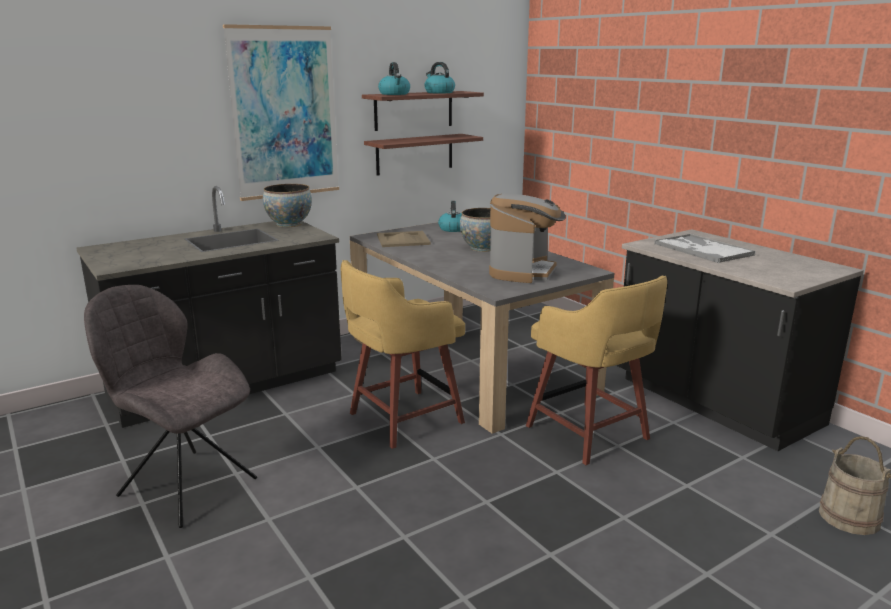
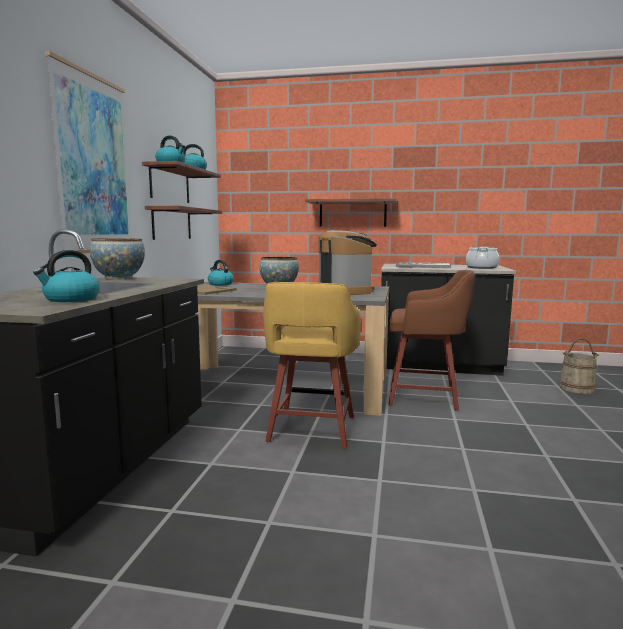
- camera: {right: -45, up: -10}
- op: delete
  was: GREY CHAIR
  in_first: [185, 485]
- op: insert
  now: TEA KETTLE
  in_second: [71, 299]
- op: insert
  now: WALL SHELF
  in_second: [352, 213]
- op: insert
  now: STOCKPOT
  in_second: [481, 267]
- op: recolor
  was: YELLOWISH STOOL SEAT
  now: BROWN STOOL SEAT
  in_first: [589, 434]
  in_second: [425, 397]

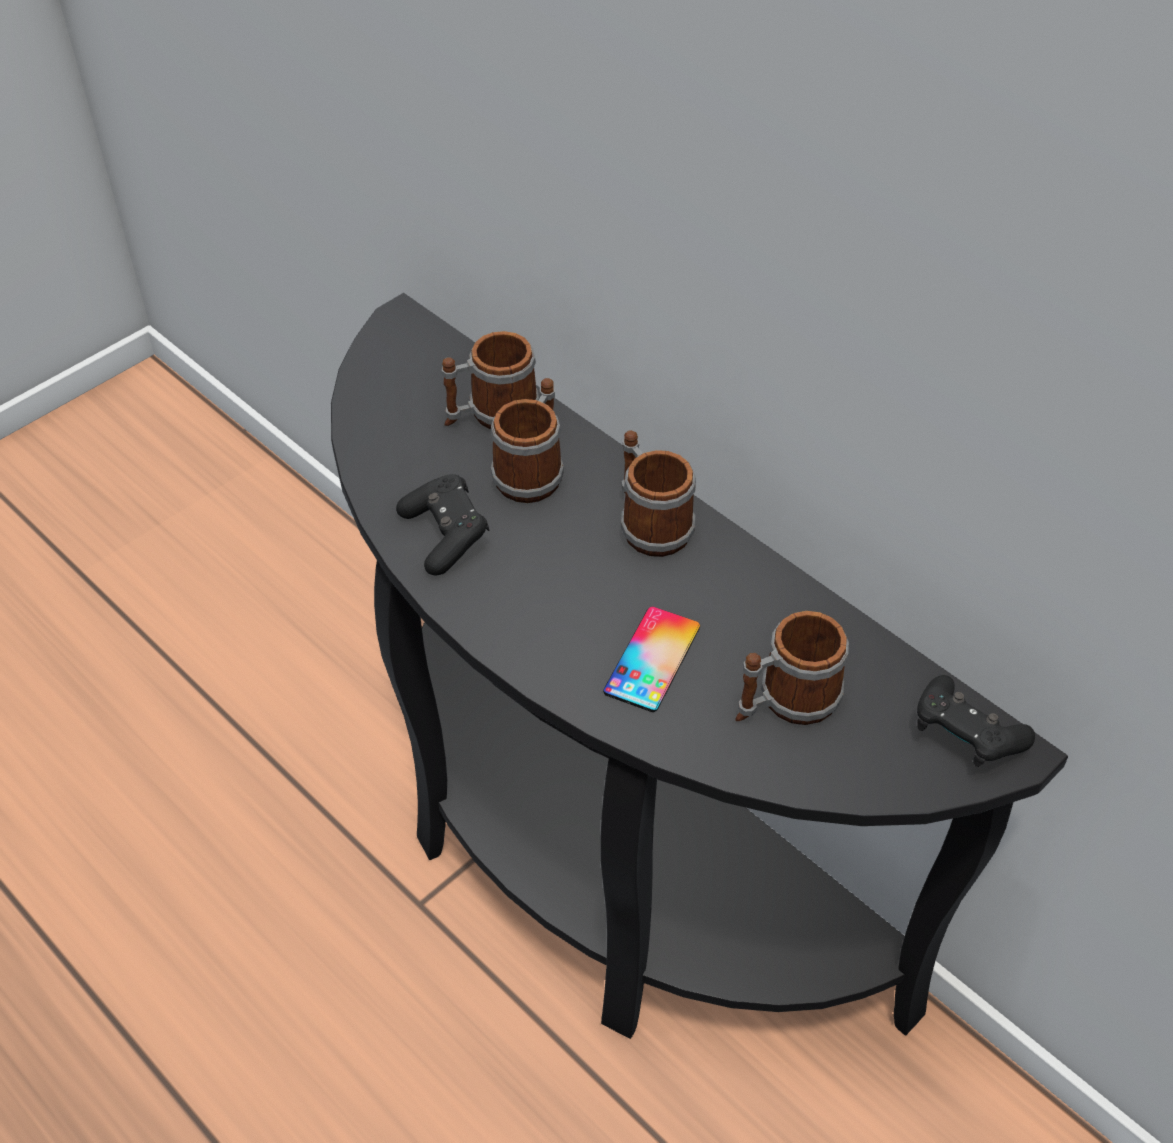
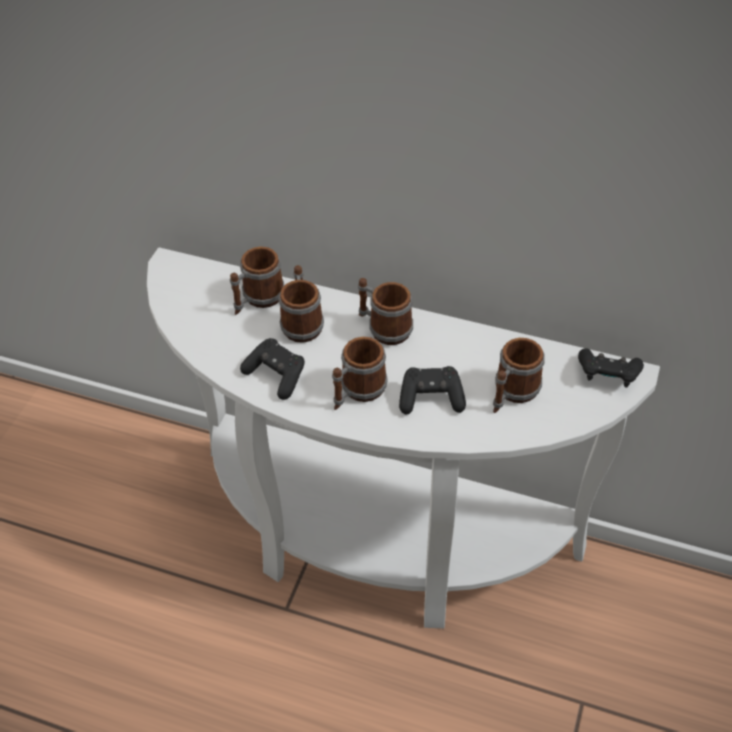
- camera: {right: -25, up: 0}
- op: insert
  now: MUG
  in_second: [357, 392]
- op: replace
  was: TELEPHONE
  now: BLACK-COLOURED GAMEPAD
  in_first: [652, 659]
  in_second: [431, 398]
- op: recolor
  was: BLACK-COLOURED NARROW TABLE
  now: WHITE NARROW TABLE
  in_first: [600, 859]
  in_second: [374, 540]

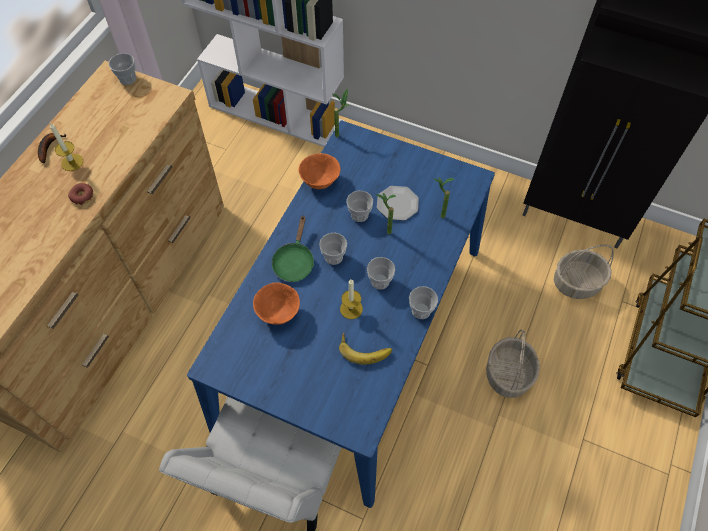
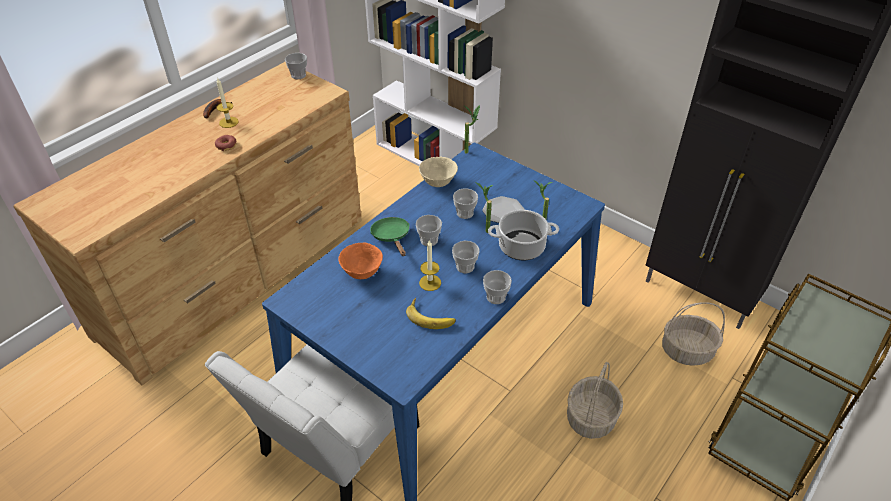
- camera: {right: 15, up: -15}
- op: insert
  now: STOCKPOT
  in_second: [522, 246]
- op: recolor
  was: ORANGE SERVING BOWL
  now: BEIGE-COLOURED SERVING BOWL
  in_first: [320, 181]
  in_second: [438, 183]
- op: rotate
  was: GREEN SKILLET
  in_first: [294, 261]
  in_second: [392, 237]
  clockwise: 135

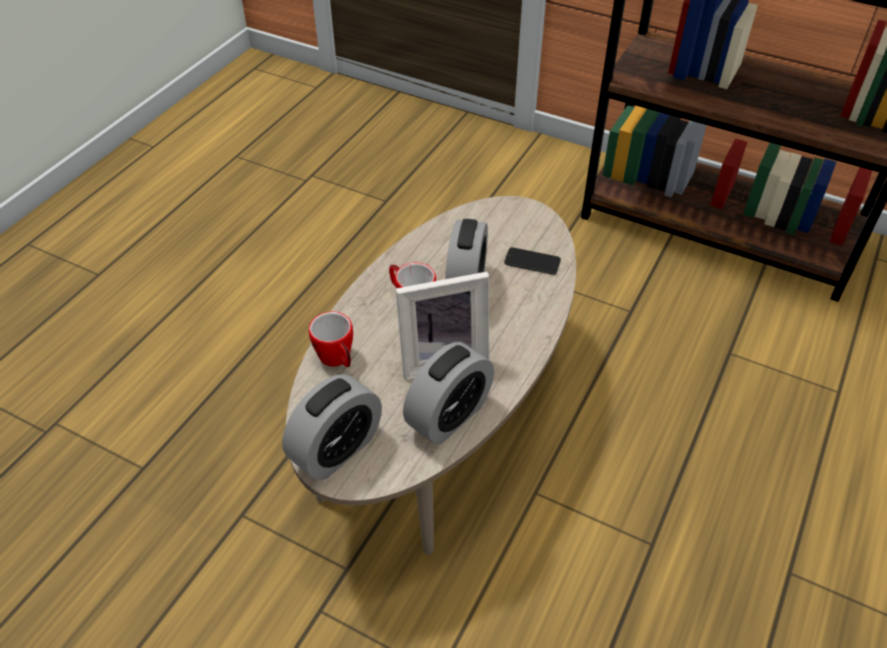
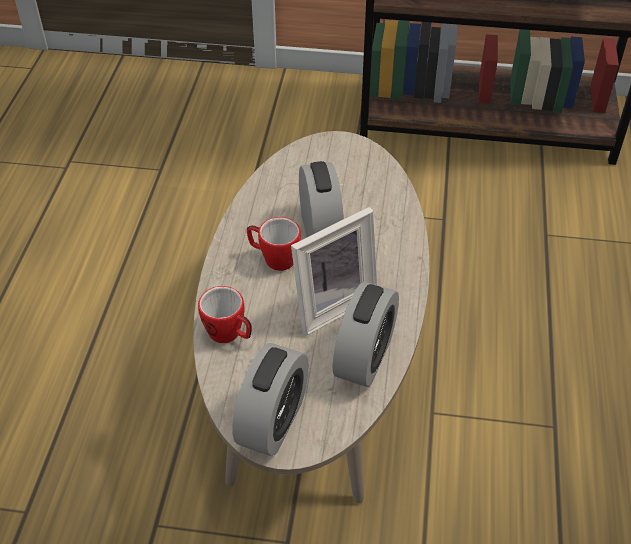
- camera: {right: -20, up: 0}
- op: delete
  was: TELEPHONE
  in_first: [532, 262]

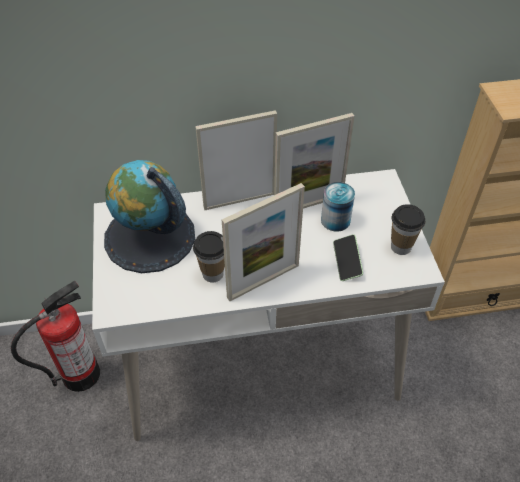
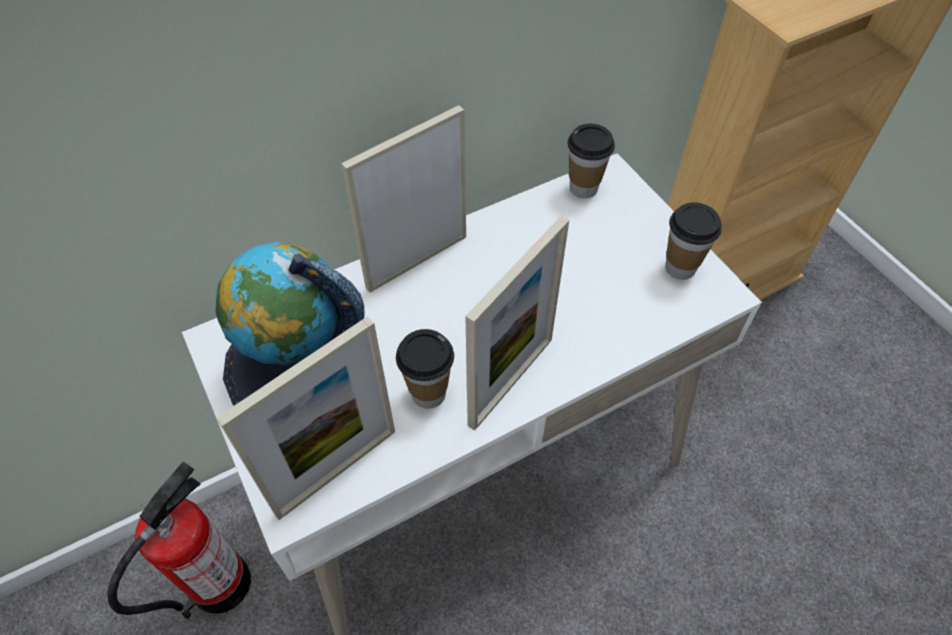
- camera: {right: -20, up: 5}
- op: delete
  was: SEALED CAN
  in_first: [335, 220]
- op: delete
  was: TELEPHONE
  in_first: [347, 262]
- op: insert
  now: CUP
  in_second: [583, 188]
- op: move
  was: PICTURE FRAME
  in_first: [308, 205]
  in_second: [336, 471]

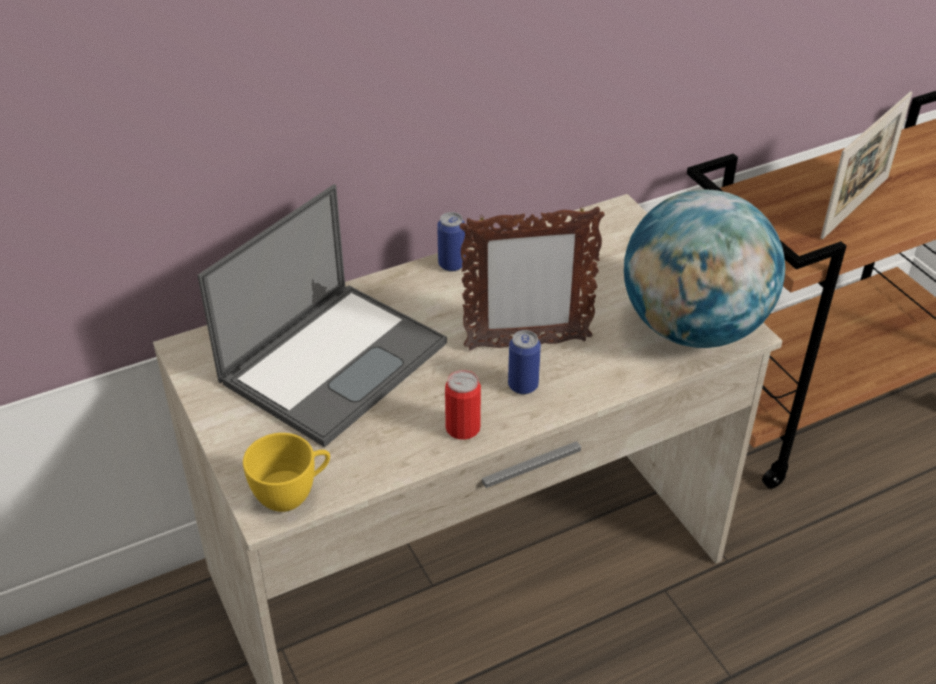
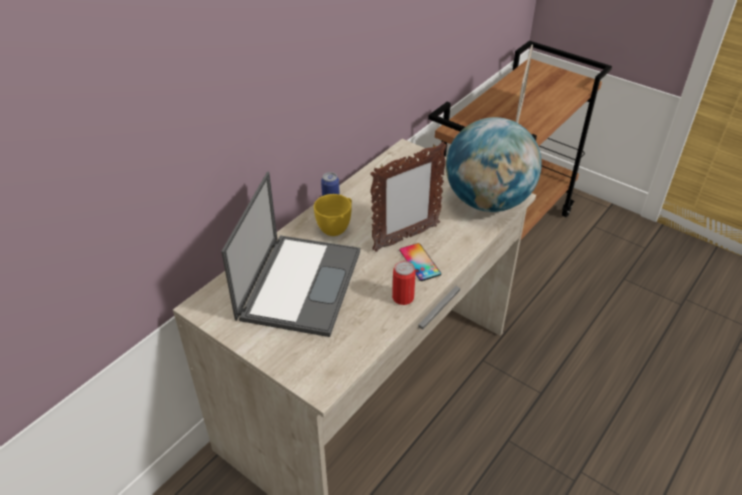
- camera: {right: -25, up: 0}
- op: move
  was: YELLOWISH CUP
  in_first: [292, 494]
  in_second: [336, 227]
- op: replace
  was: SEALED CAN
  now: TELEPHONE
  in_first: [523, 385]
  in_second: [419, 262]

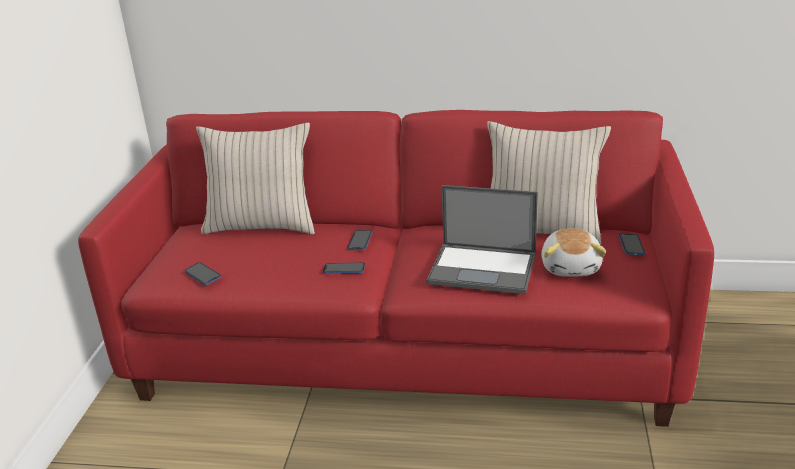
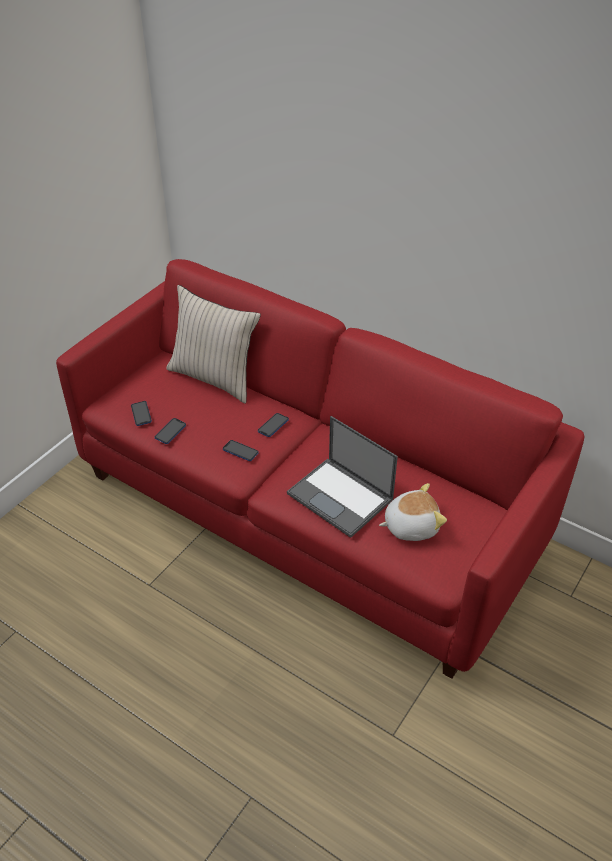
- camera: {right: 25, up: 15}
- op: delete
  was: BEIGE-COLOURED THROW PILLOW
  in_first: [541, 230]
- op: move
  was: TELEPHONE
  in_first: [631, 245]
  in_second: [170, 431]
- op: rotate
  was: CUDDLY TOY
  in_first: [571, 267]
  in_second: [410, 525]
  clockwise: -135

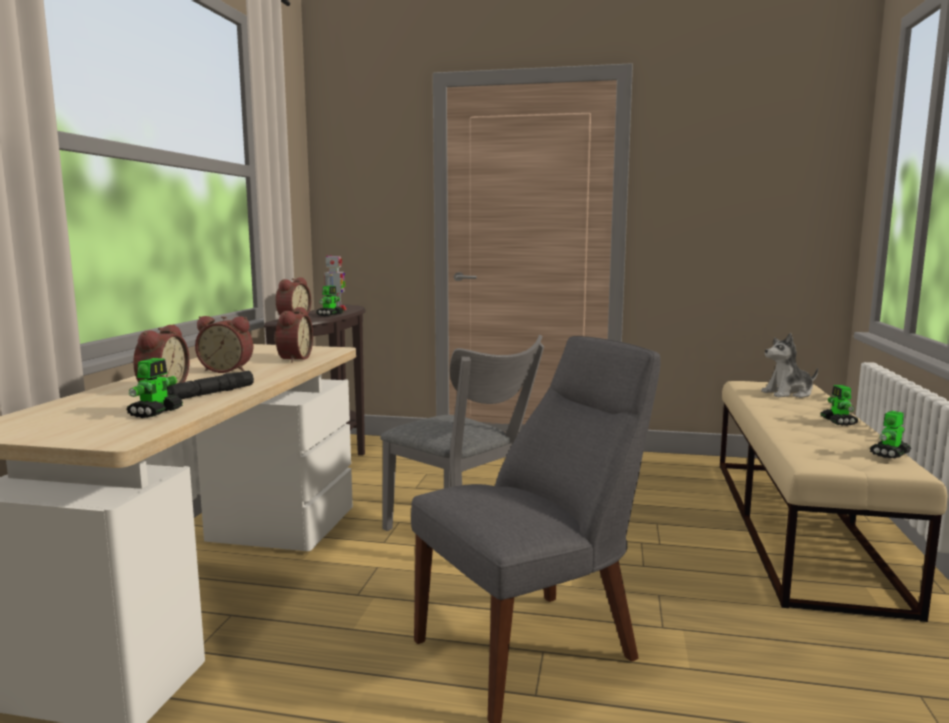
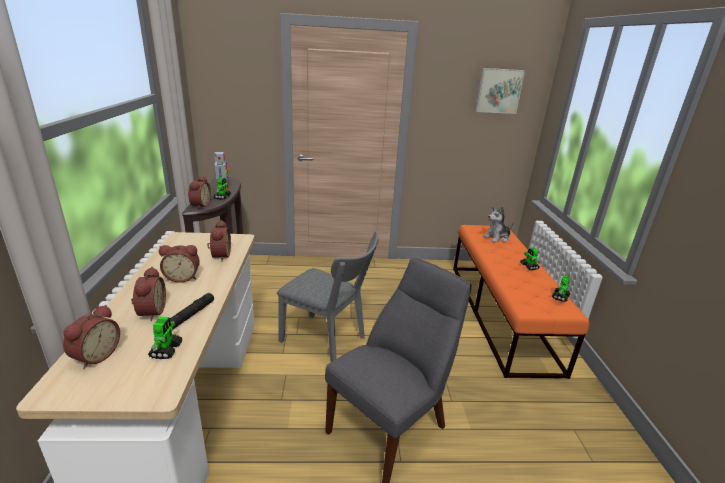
- camera: {right: -15, up: 15}
- op: insert
  now: ALARM CLOCK
  in_second: [95, 355]
- op: insert
  now: WALL ART
  in_second: [498, 91]
- op: recolor
  was: BEIGE-COLOURED LONG SEAT
  now: ORANGE LONG SEAT
  in_first: [798, 525]
  in_second: [501, 314]

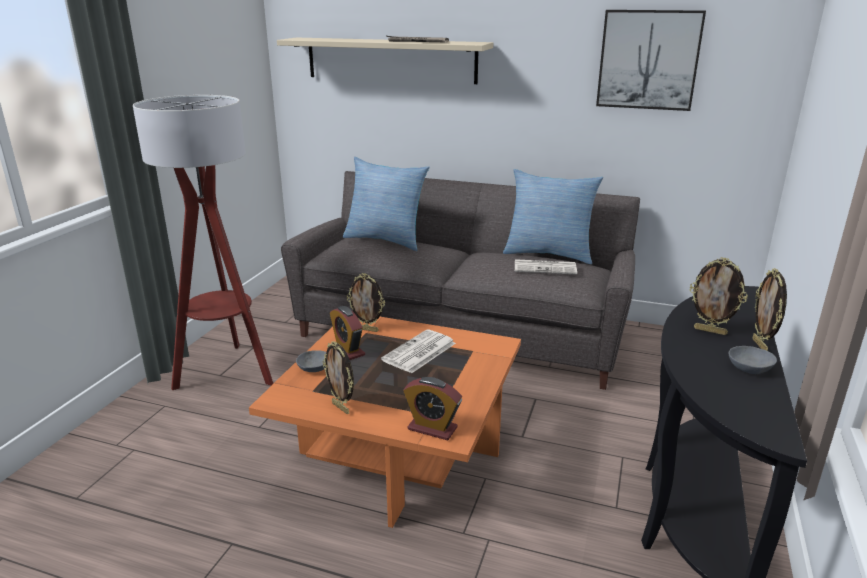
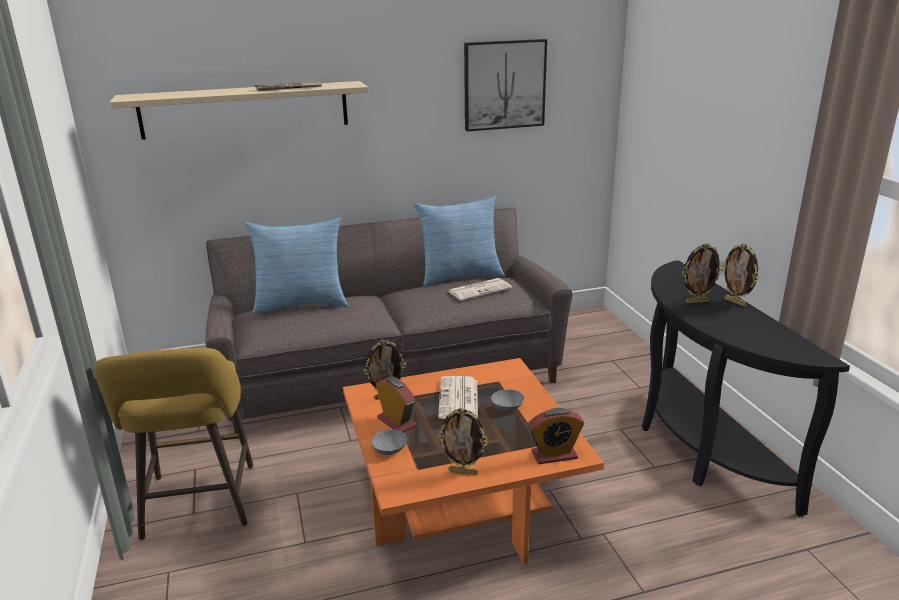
- camera: {right: -35, up: 0}
- op: move
  was: GREY SERVING BOWL
  in_first: [749, 367]
  in_second: [507, 406]
- op: replace
  was: STANDING LAMP
  now: YELLOWISH STOOL SEAT
  in_first: [228, 372]
  in_second: [198, 506]
- op: rotate
  was: ALARM CLOCK
  in_first: [347, 350]
  in_second: [396, 422]
  clockwise: -150

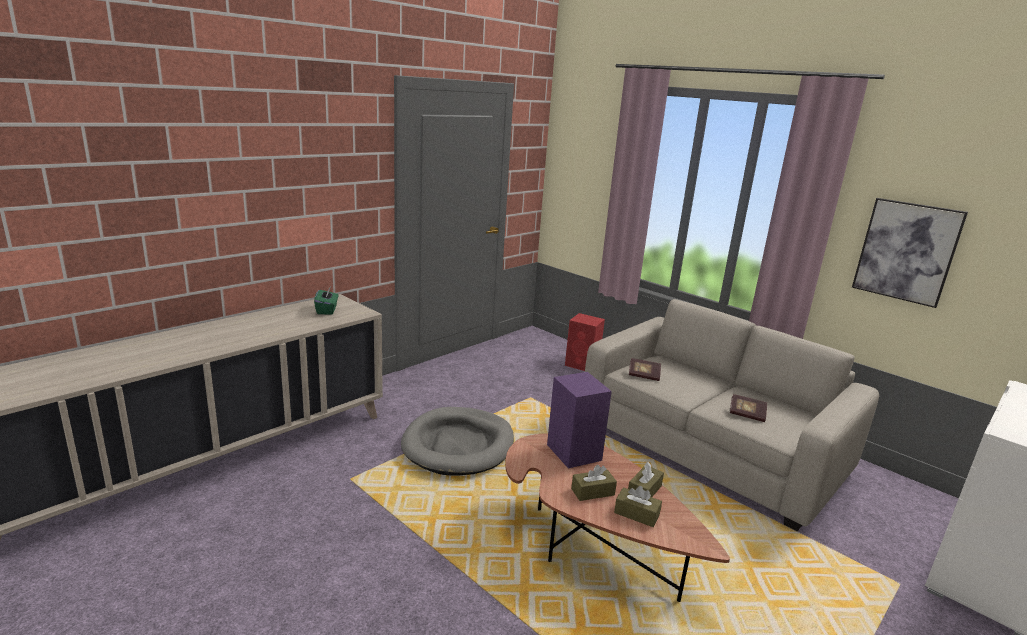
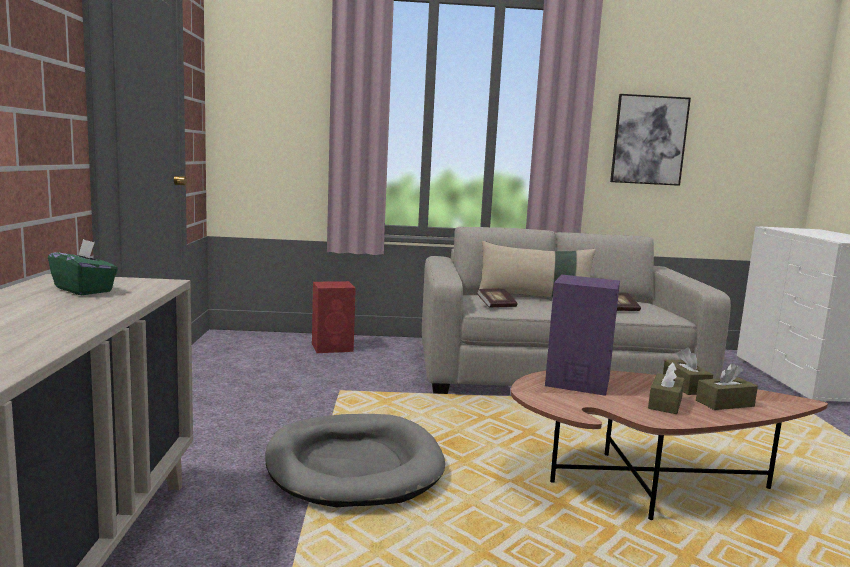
- camera: {right: -45, up: -10}
- op: insert
  now: BEIGE-COLOURED THROW PILLOW
  in_second: [534, 298]

